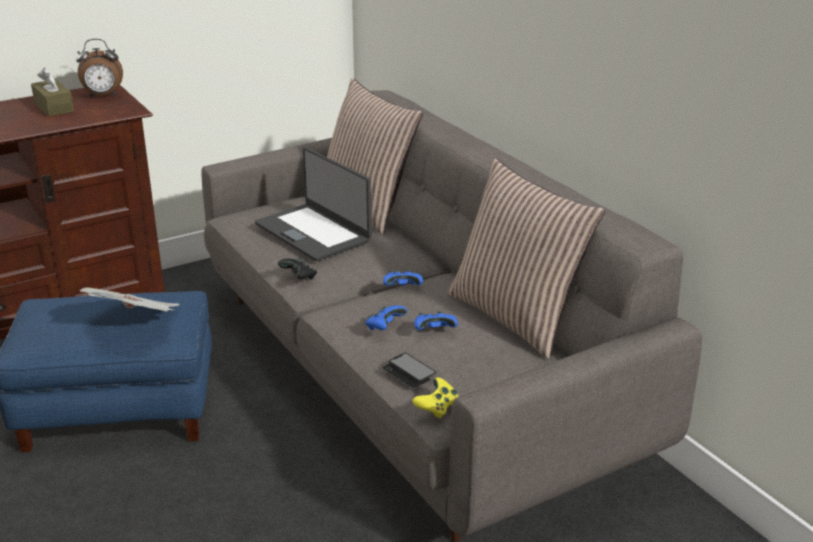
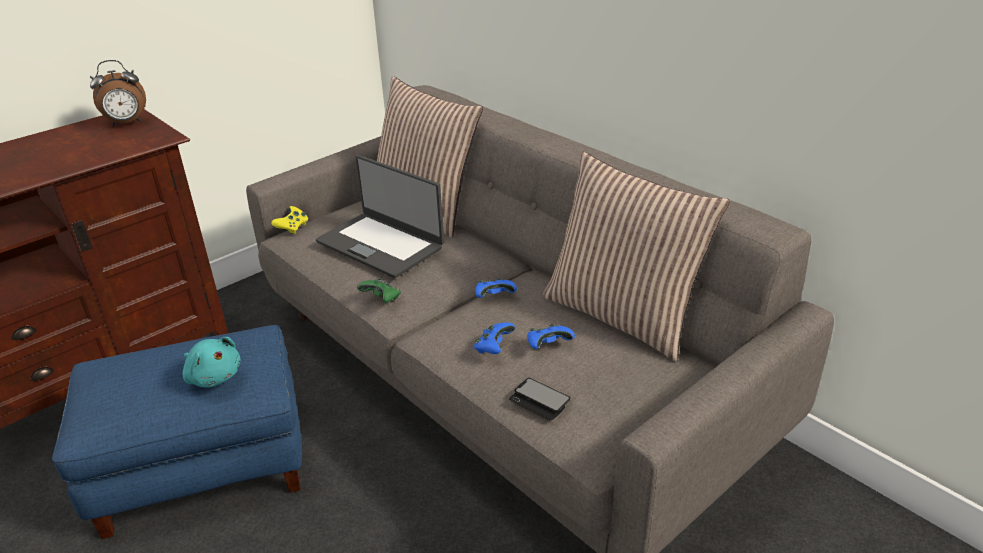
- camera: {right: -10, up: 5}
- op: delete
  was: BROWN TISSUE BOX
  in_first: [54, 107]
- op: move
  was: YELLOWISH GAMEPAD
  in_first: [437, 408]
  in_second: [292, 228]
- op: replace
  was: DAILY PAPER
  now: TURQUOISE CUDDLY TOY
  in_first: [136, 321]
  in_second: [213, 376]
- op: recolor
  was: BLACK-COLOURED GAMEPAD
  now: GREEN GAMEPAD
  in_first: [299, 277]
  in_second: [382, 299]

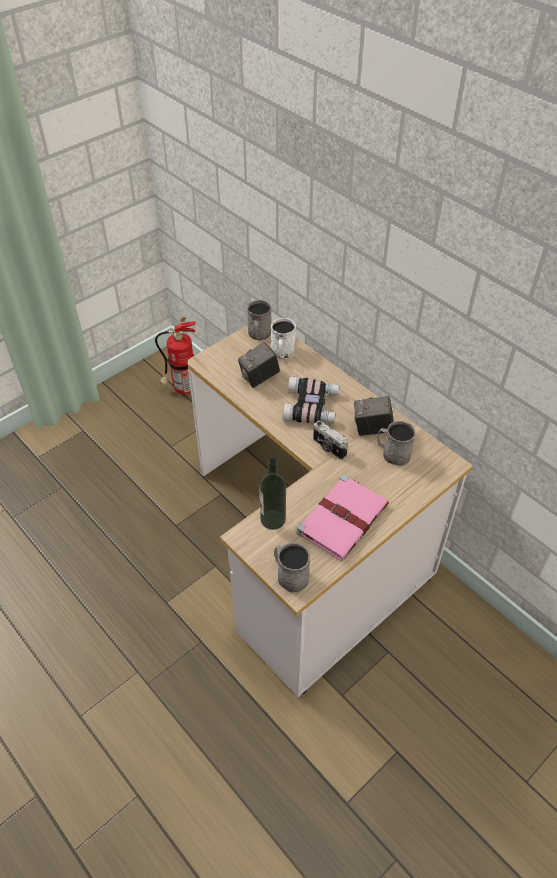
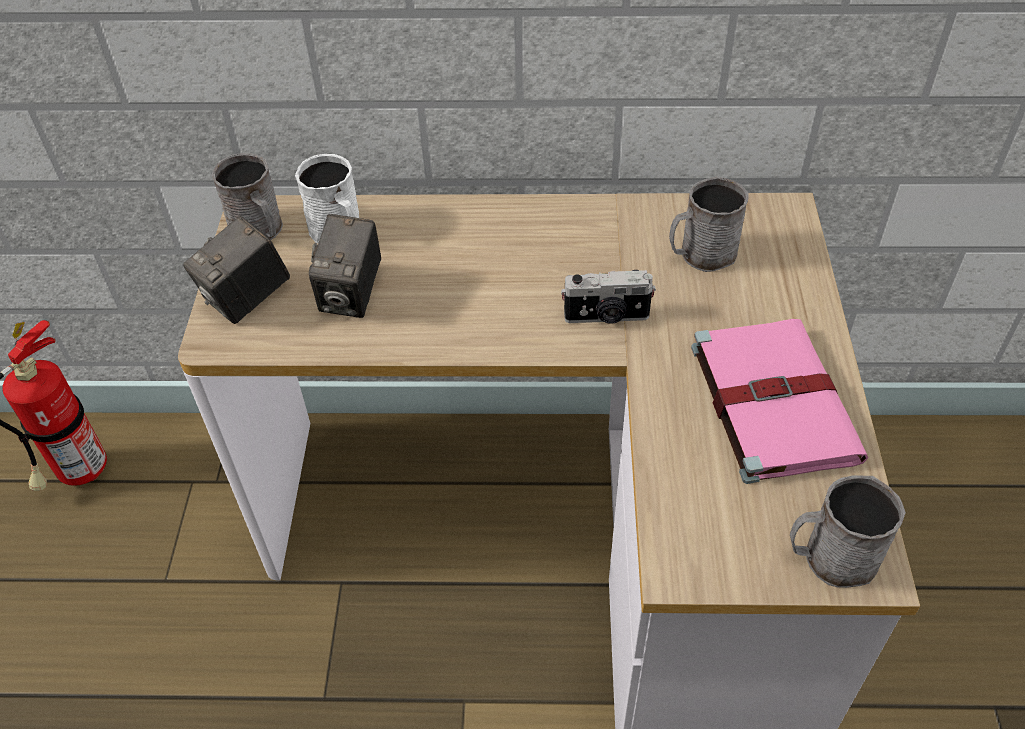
- camera: {right: -45, up: 0}
- op: delete
  was: DRINK BOTTLE
  in_first: [273, 519]
- op: delete
  was: BINOCULARS
  in_first: [312, 406]
- op: move
  was: STILL CAMERA
  in_first: [372, 429]
  in_second: [247, 299]

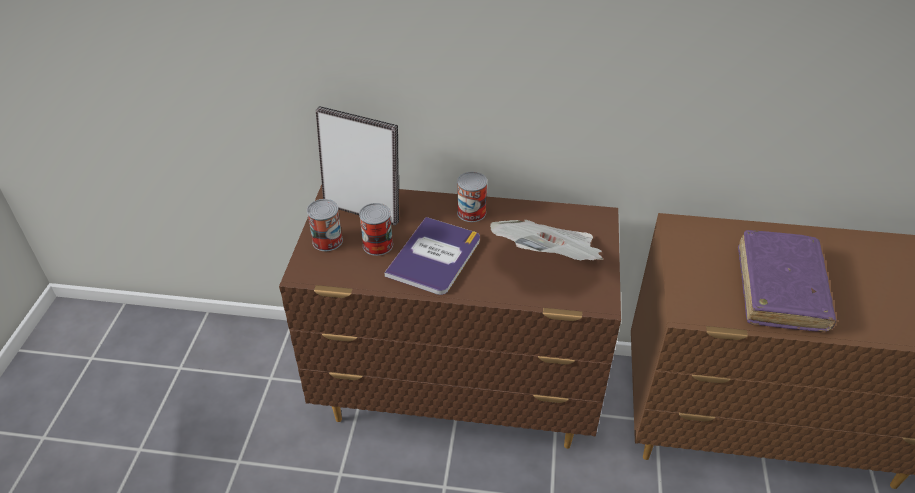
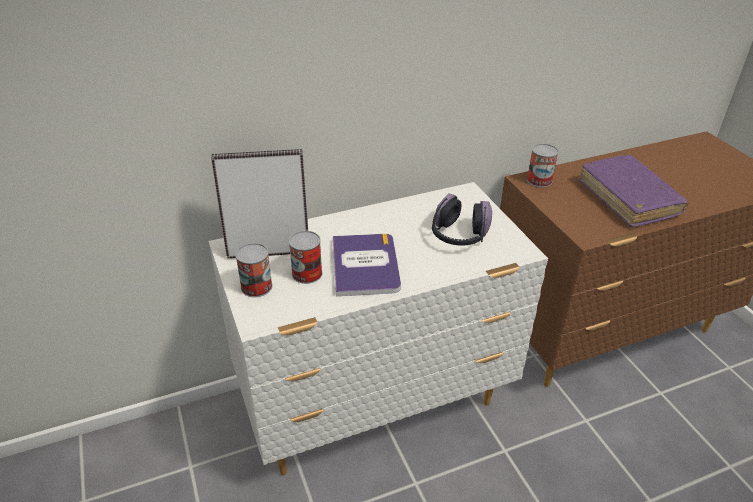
- camera: {right: -30, up: -5}
- op: move
  was: SEALED CAN
  in_first: [471, 212]
  in_second: [539, 180]
- op: replace
  was: DAILY PAPER
  now: HEADPHONES
  in_first: [549, 261]
  in_second: [459, 236]
- op: recolor
  was: BROWN CHEST OF DRAWERS
  now: WHITE CHEST OF DRAWERS
  in_first: [459, 397]
  in_second: [377, 404]

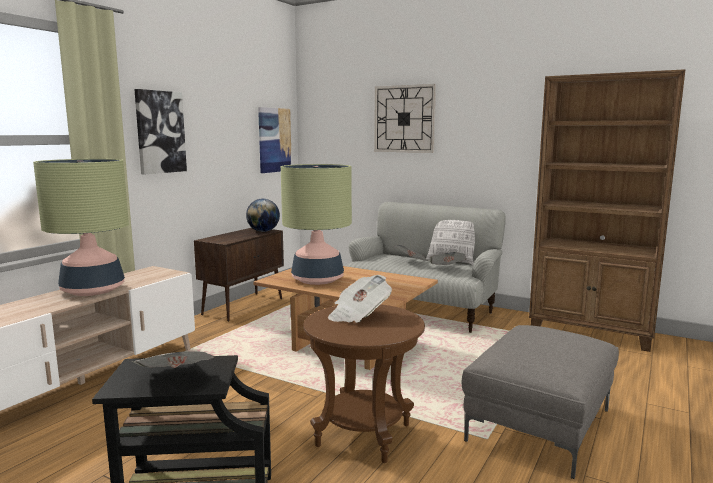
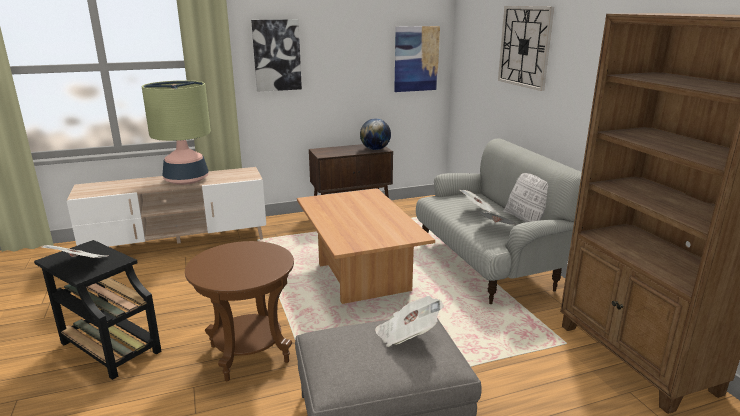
- camera: {right: 40, up: 10}
- op: delete
  was: TABLETOP LAMP
  in_first: [317, 279]
- op: move
  was: DAILY PAPER
  in_first: [358, 315]
  in_second: [407, 335]

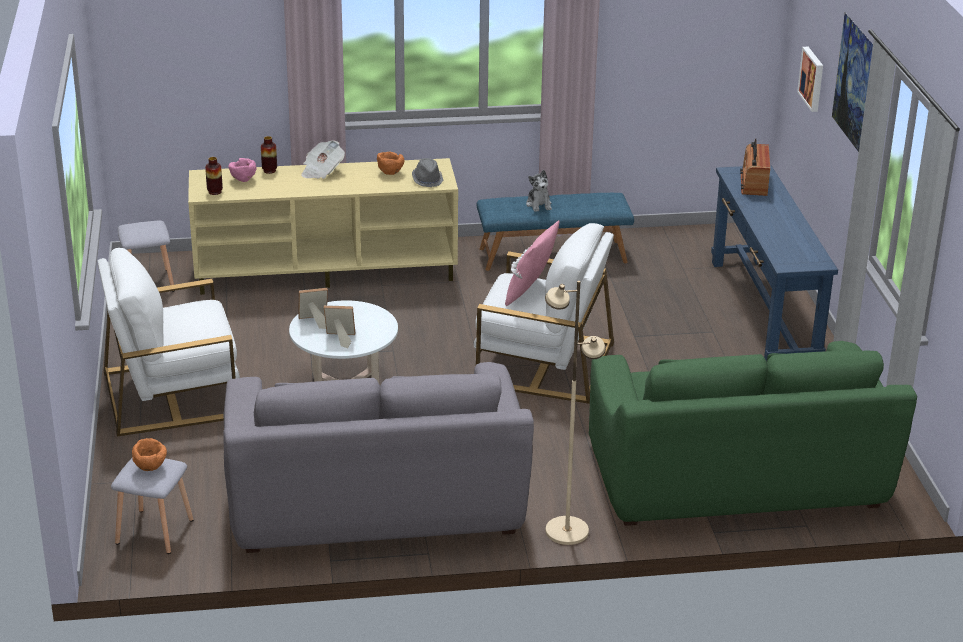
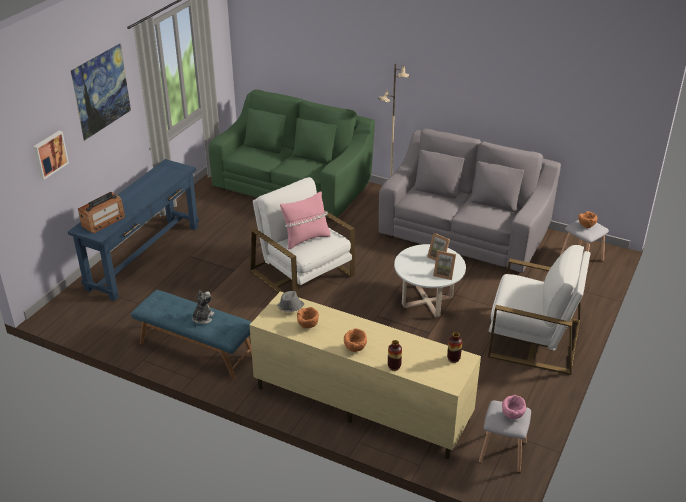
- camera: {right: -145, up: 5}
- op: move
  was: PINKISH SERVING BOWL
  in_first: [243, 180]
  in_second: [512, 415]
- op: replace
  was: DAILY PAPER
  now: ORANGE SERVING BOWL
  in_first: [321, 171]
  in_second: [355, 349]

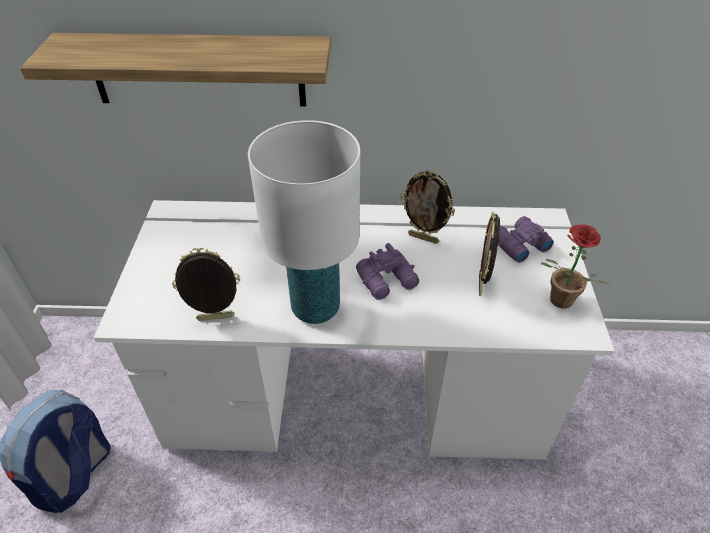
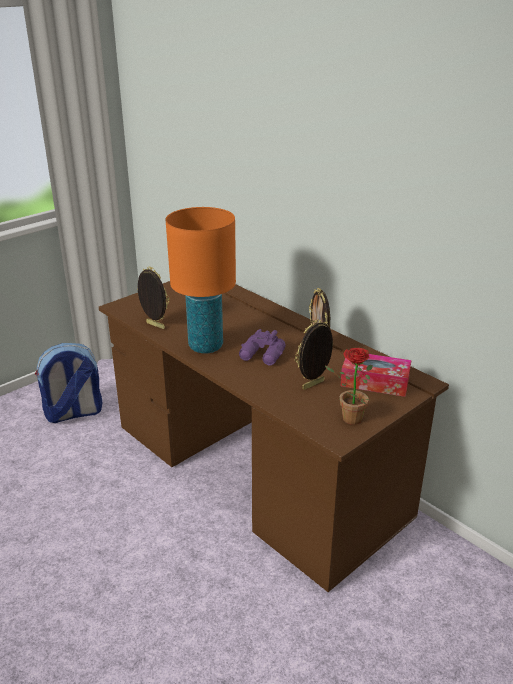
- camera: {right: 45, up: -15}
- op: delete
  was: WALL SHELF
  in_first: [198, 70]
- op: replace
  was: PURPLISH BINOCULARS
  now: TISSUE BOX
  in_first: [518, 244]
  in_second: [375, 382]
- op: recolor
  was: WHITE DESK UNIT
  now: BROWN DESK UNIT
  in_first: [355, 388]
  in_second: [257, 470]
- op: recolor
  was: WHITE TABLETOP LAMP
  now: ORANGE TABLETOP LAMP
  in_first: [315, 307]
  in_second: [206, 346]

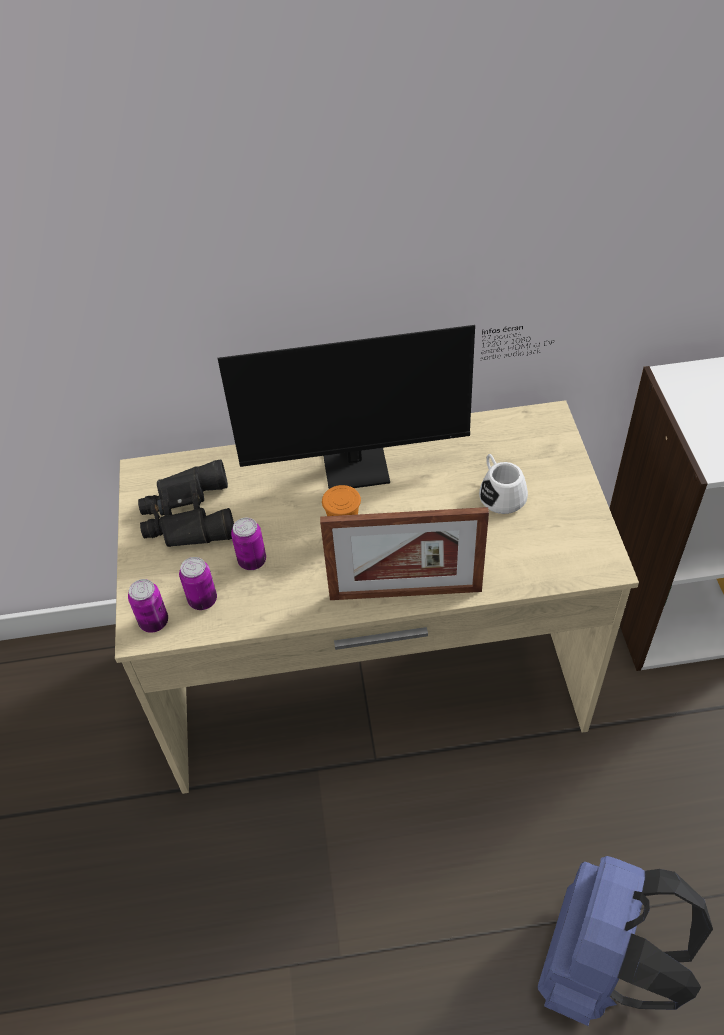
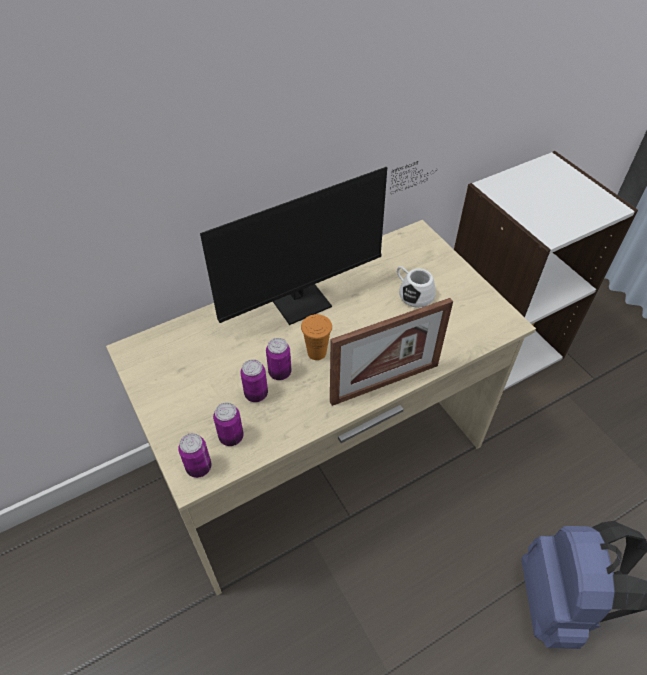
- camera: {right: -25, up: 0}
- op: delete
  was: BLACK-COLOURED BINOCULARS
  in_first: [187, 516]
- op: insert
  now: SEALED CAN
  in_second: [280, 372]

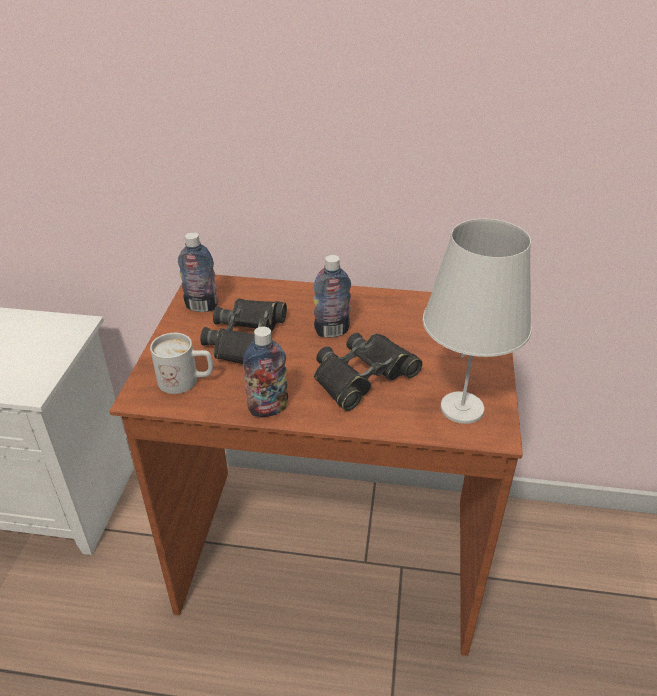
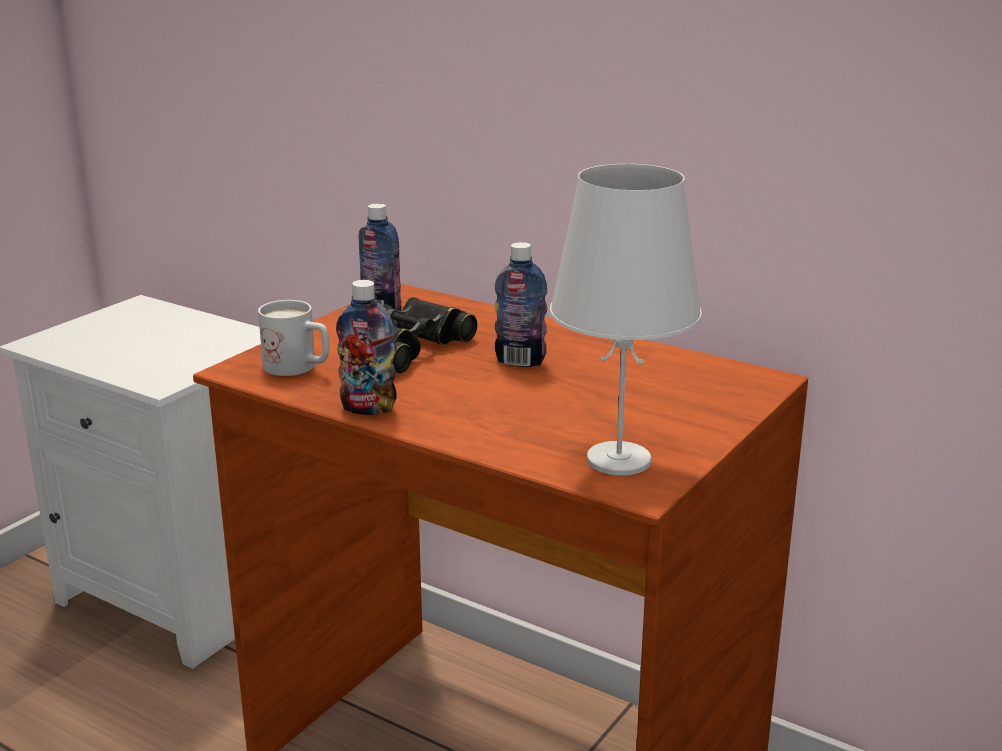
- camera: {right: 25, up: -15}
- op: delete
  was: BLACK-COLOURED BINOCULARS
  in_first: [363, 376]

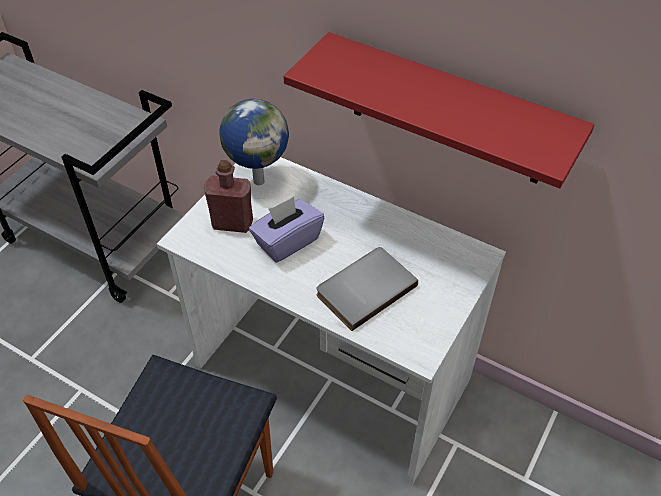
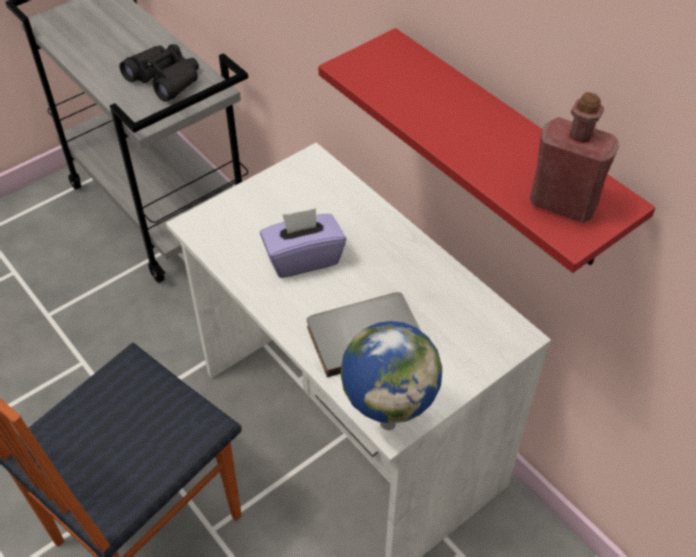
- camera: {right: 20, up: 0}
- op: insert
  now: BLACK-COLOURED BINOCULARS
  in_second: [165, 79]
- op: move
  was: RED-COLOURED DRINK BOTTLE
  in_first: [232, 223]
  in_second: [563, 204]
- op: move
  was: DESK GLOBE
  in_first: [258, 180]
  in_second: [388, 421]

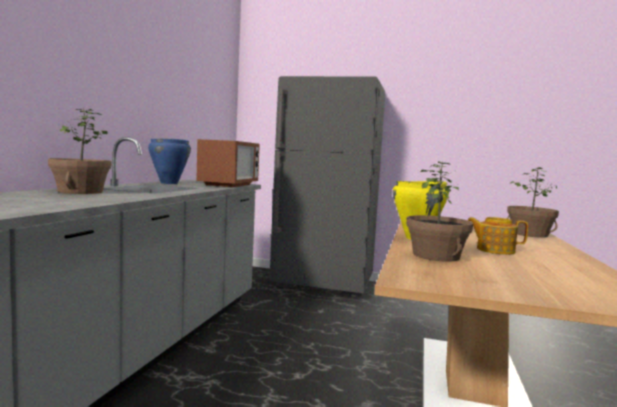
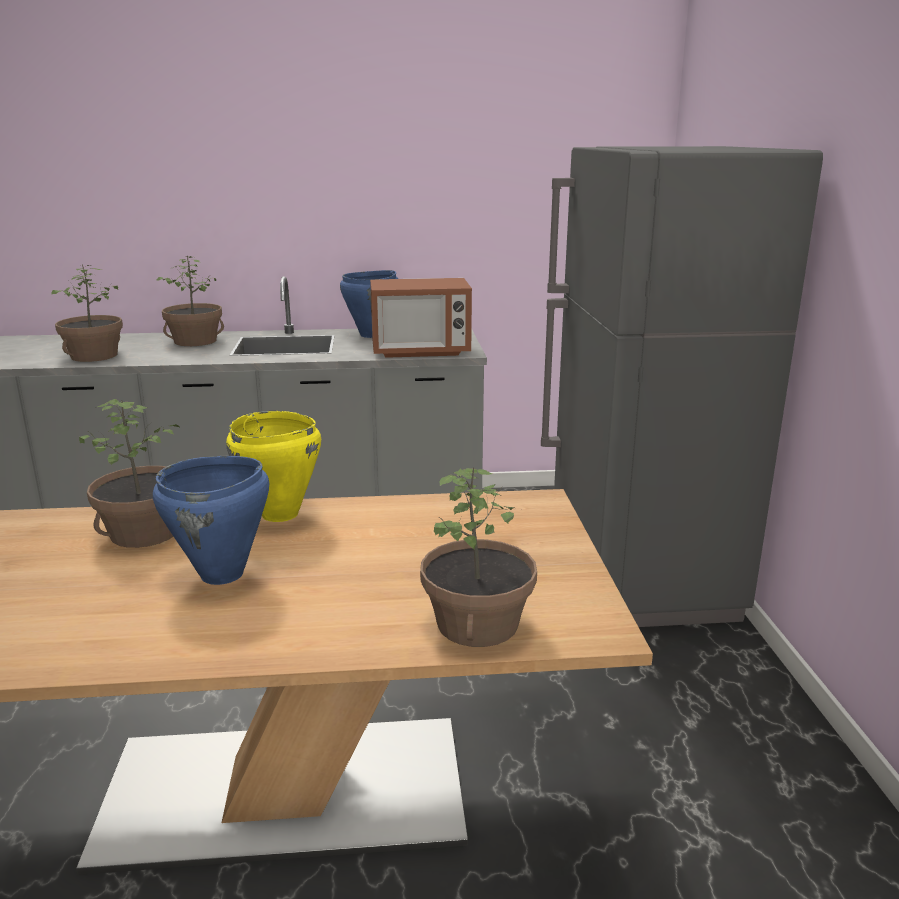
- camera: {right: 70, up: 15}
- op: insert
  now: HOUSEPLANT
  in_second: [94, 356]
- op: replace
  was: POT FOR TEA
  now: BLUISH STOCKPOT
  in_first: [494, 250]
  in_second: [222, 574]

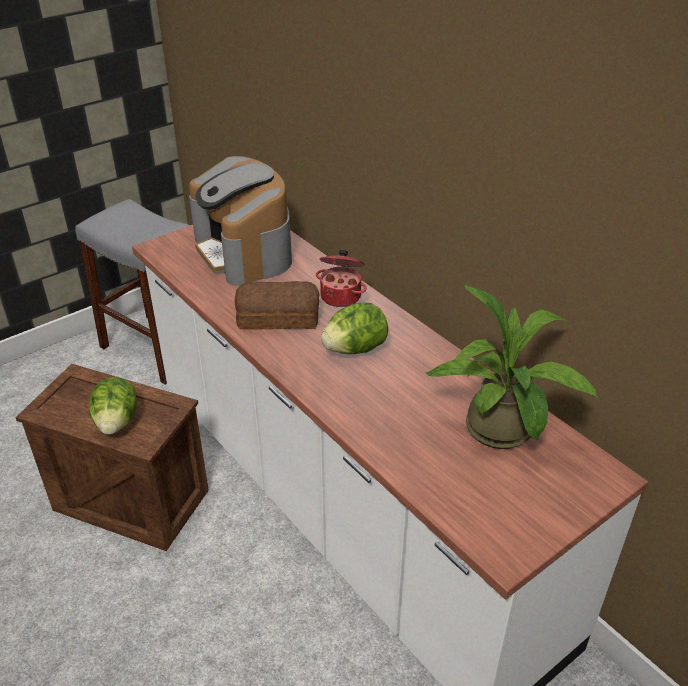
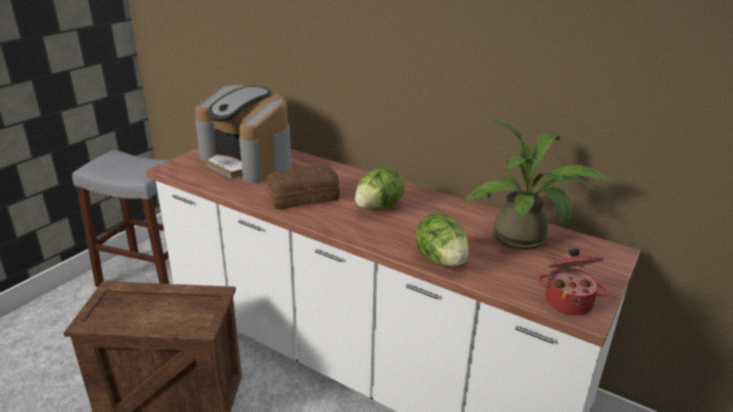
- camera: {right: -20, up: -10}
- op: move
  was: HEAD OF LETTUCE
  in_first: [116, 422]
  in_second: [441, 260]
- op: move
  was: STOCKPOT
  in_first: [341, 296]
  in_second: [568, 301]

